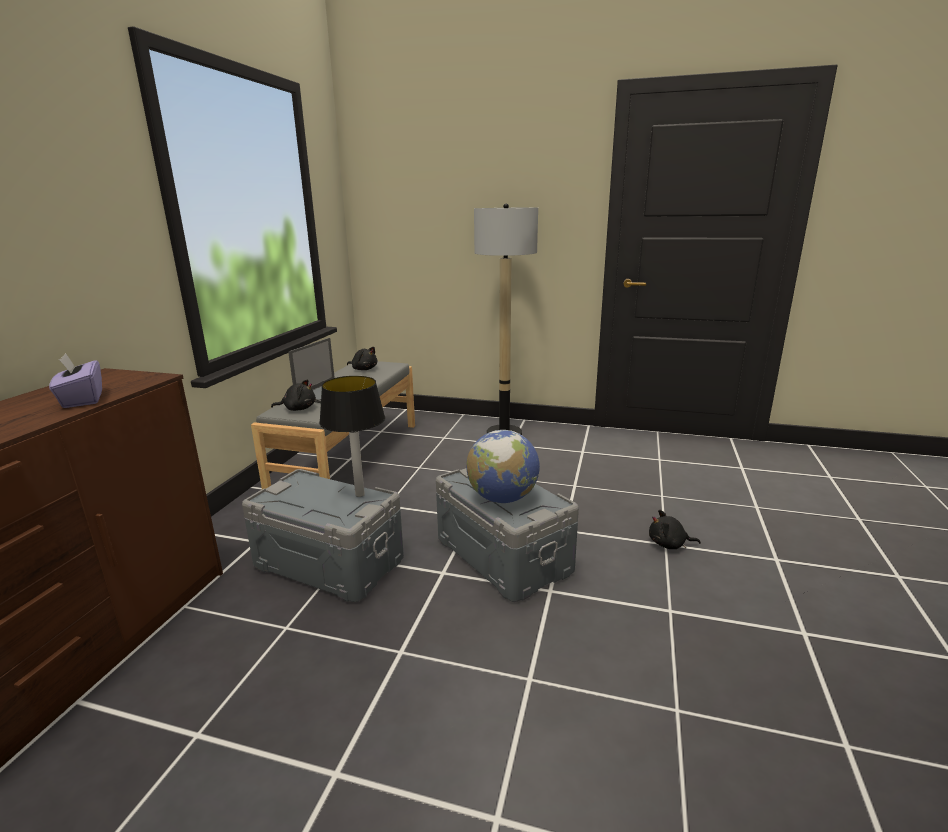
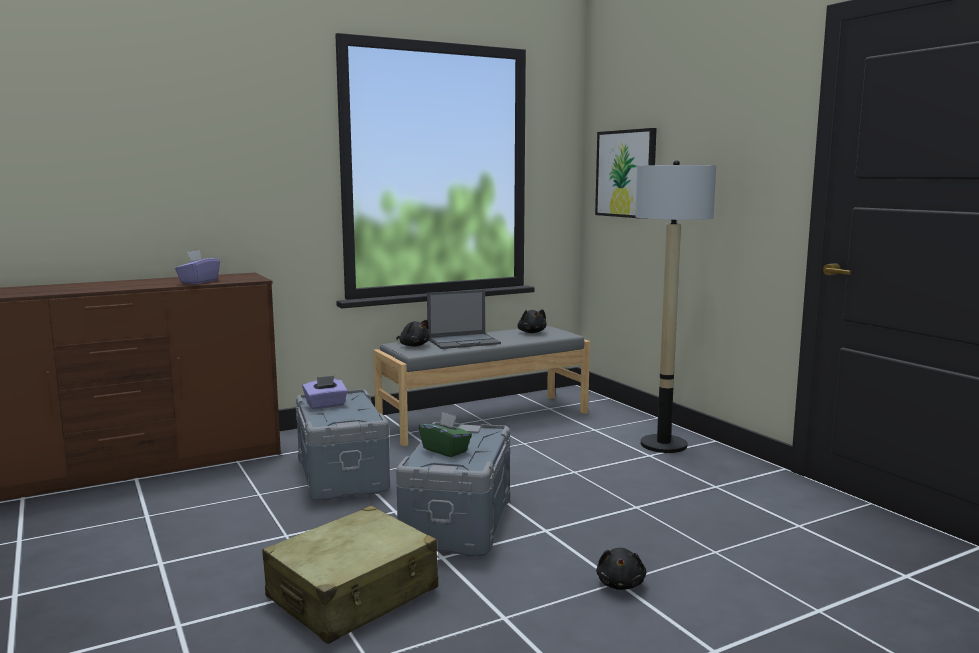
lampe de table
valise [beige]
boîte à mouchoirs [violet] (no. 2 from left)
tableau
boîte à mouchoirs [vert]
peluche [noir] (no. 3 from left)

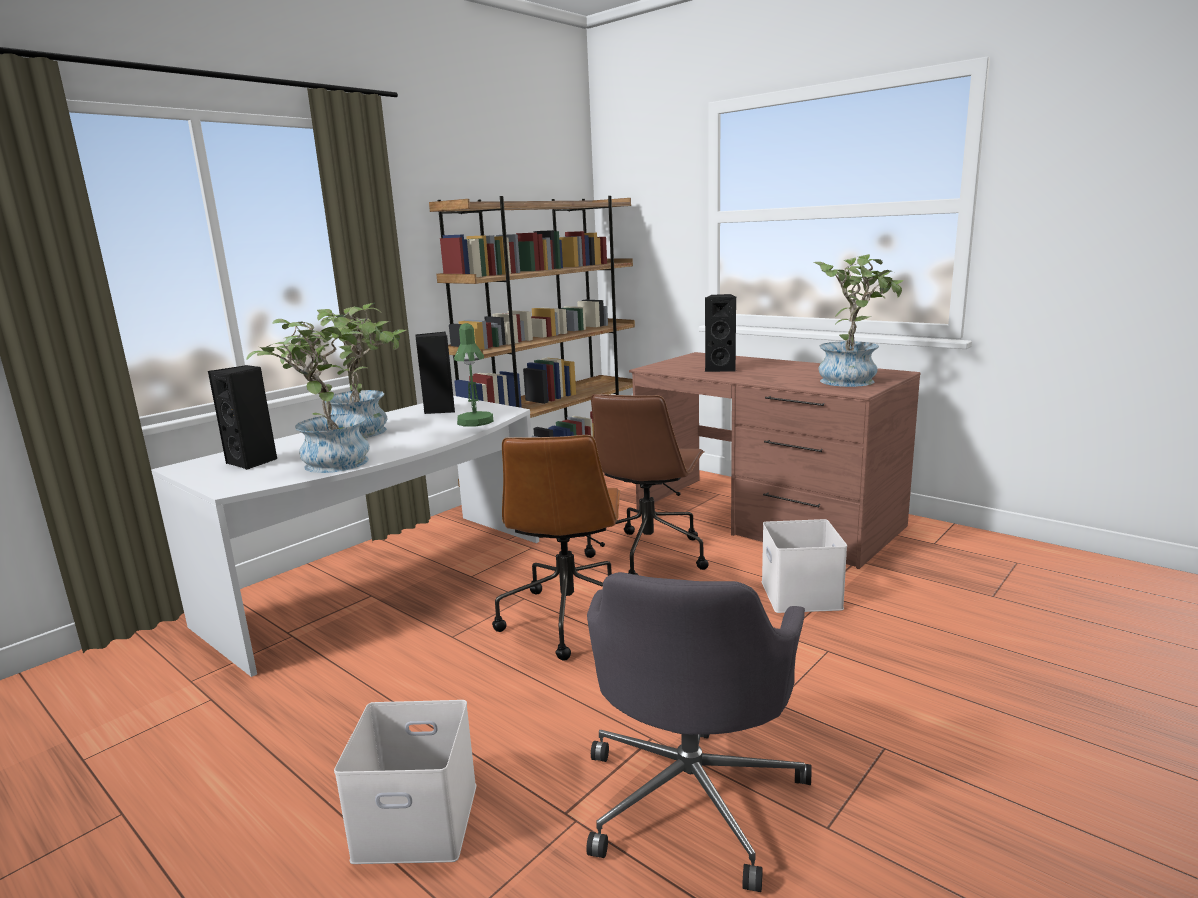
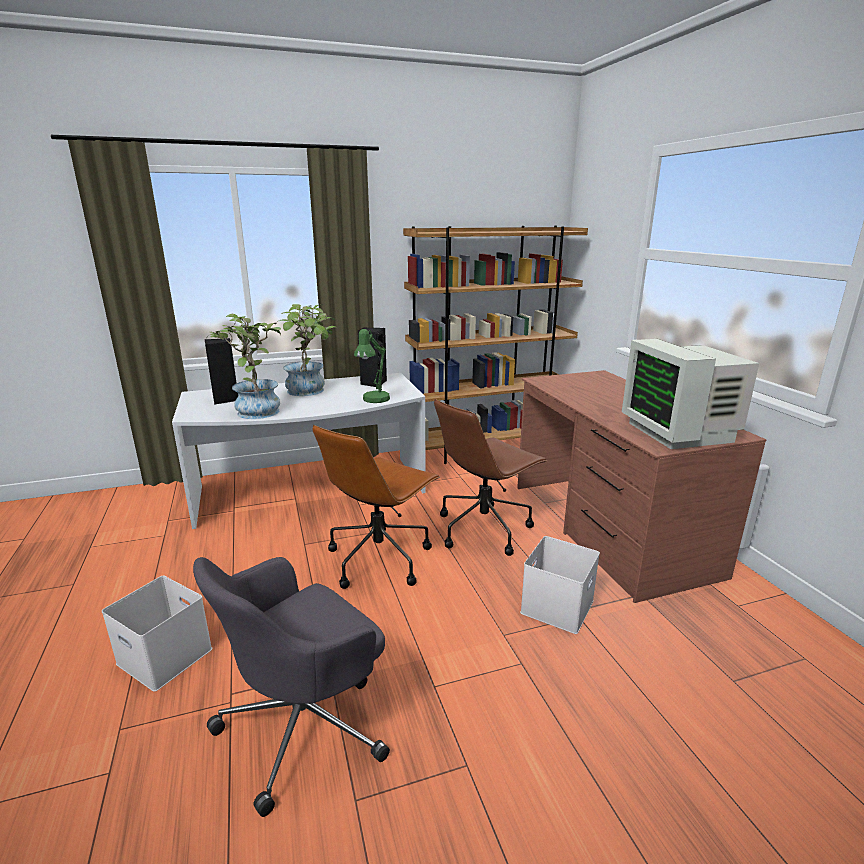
enceinte [noir] (no. 3 from left in the first image)
écran d'ordinateur

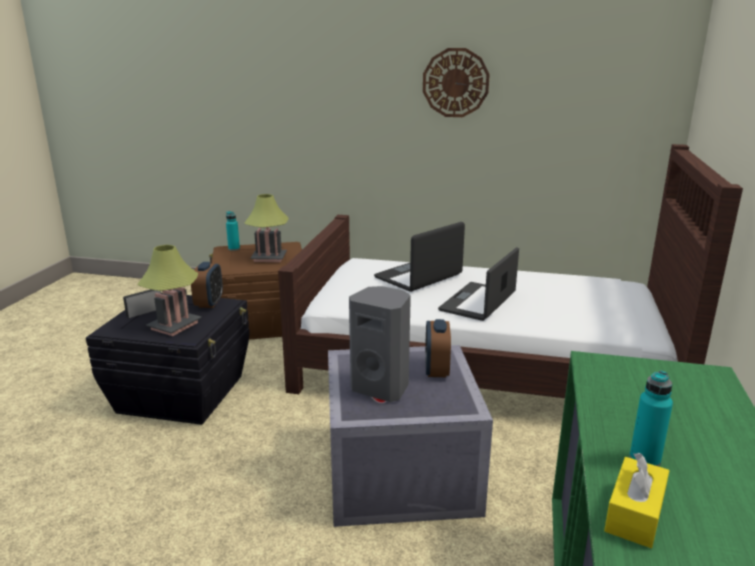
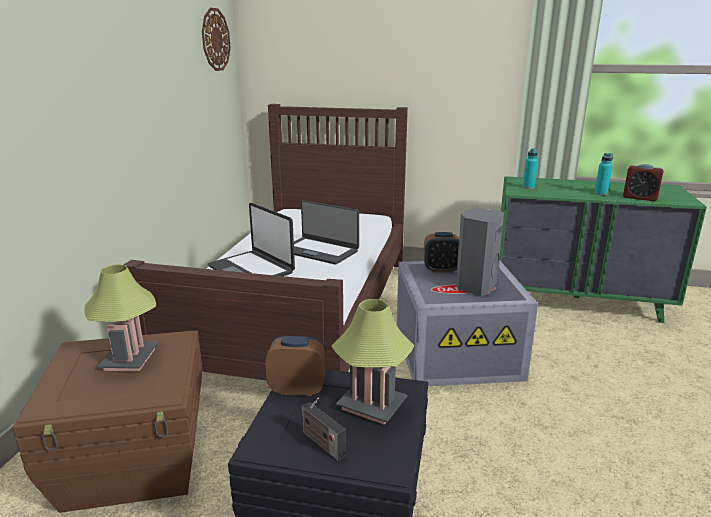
bouteille [turquoise] (no. 1 from left)
horloge murale
réveil (no. 3 from left)

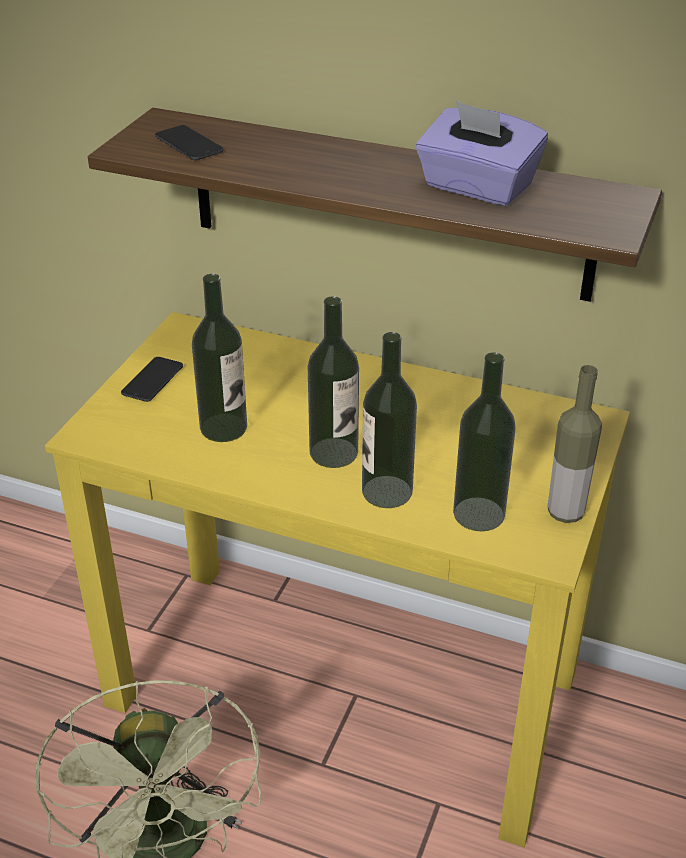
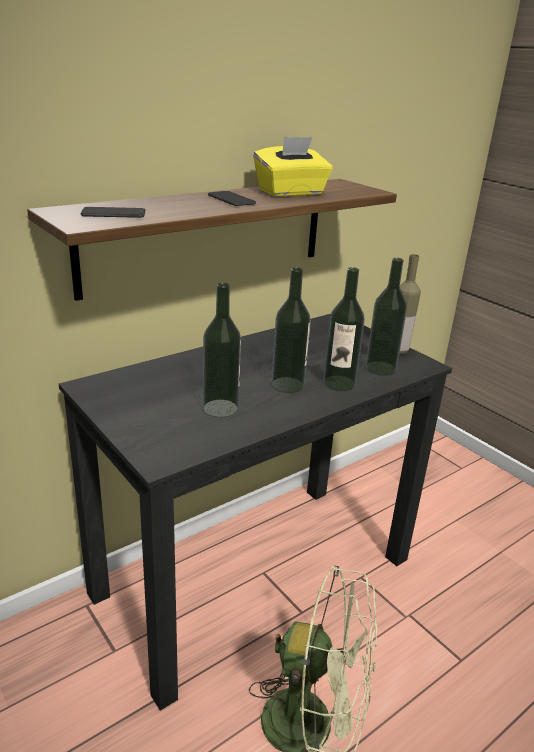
téléphone (no. 2 from left)
bureau [noir]
boîte à mouchoirs [jaune]

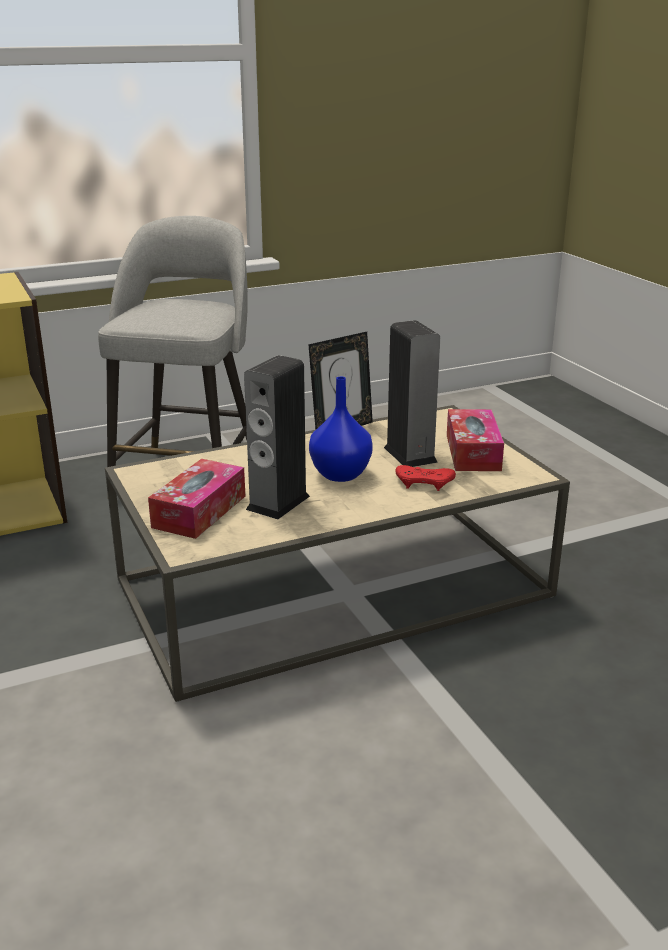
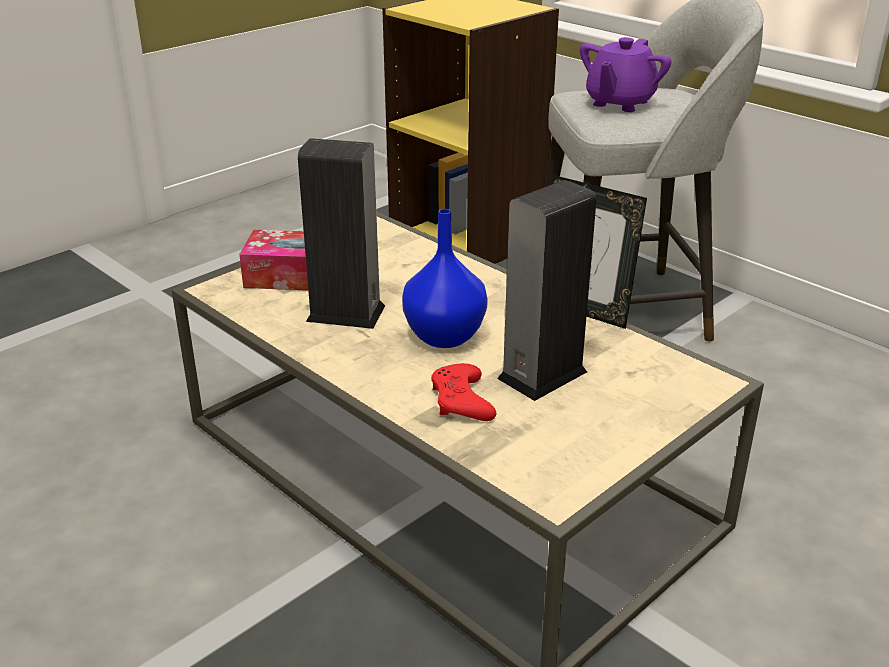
boîte à mouchoirs (no. 2 from left in the first image)
théière [violet]

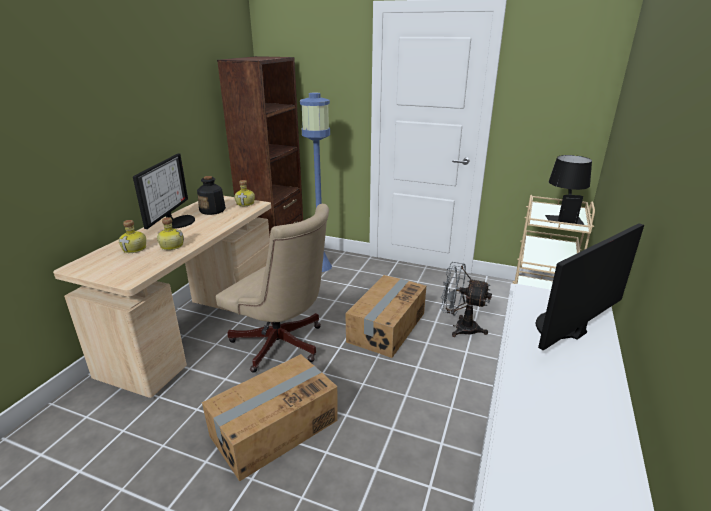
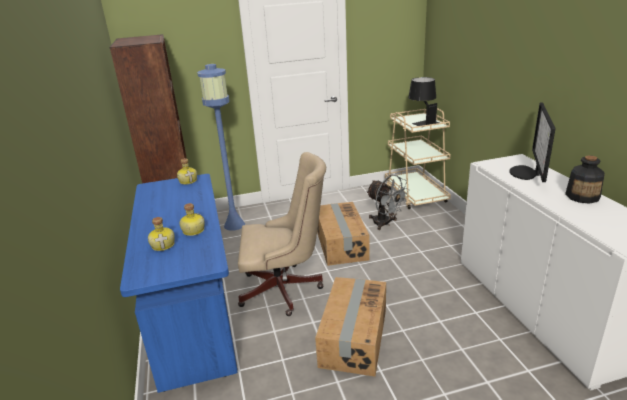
écran d'ordinateur (no. 1 from left in the first image)
bouteille (no. 4 from left)
bureau [bleu]
ventilateur [gris]

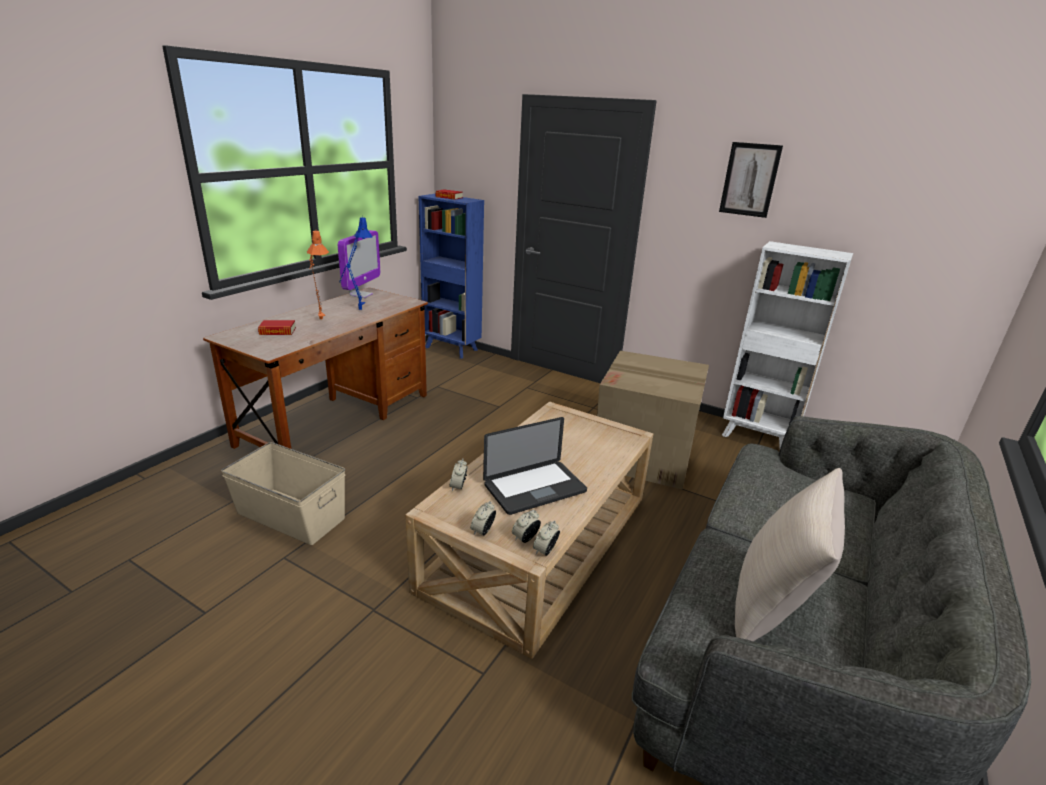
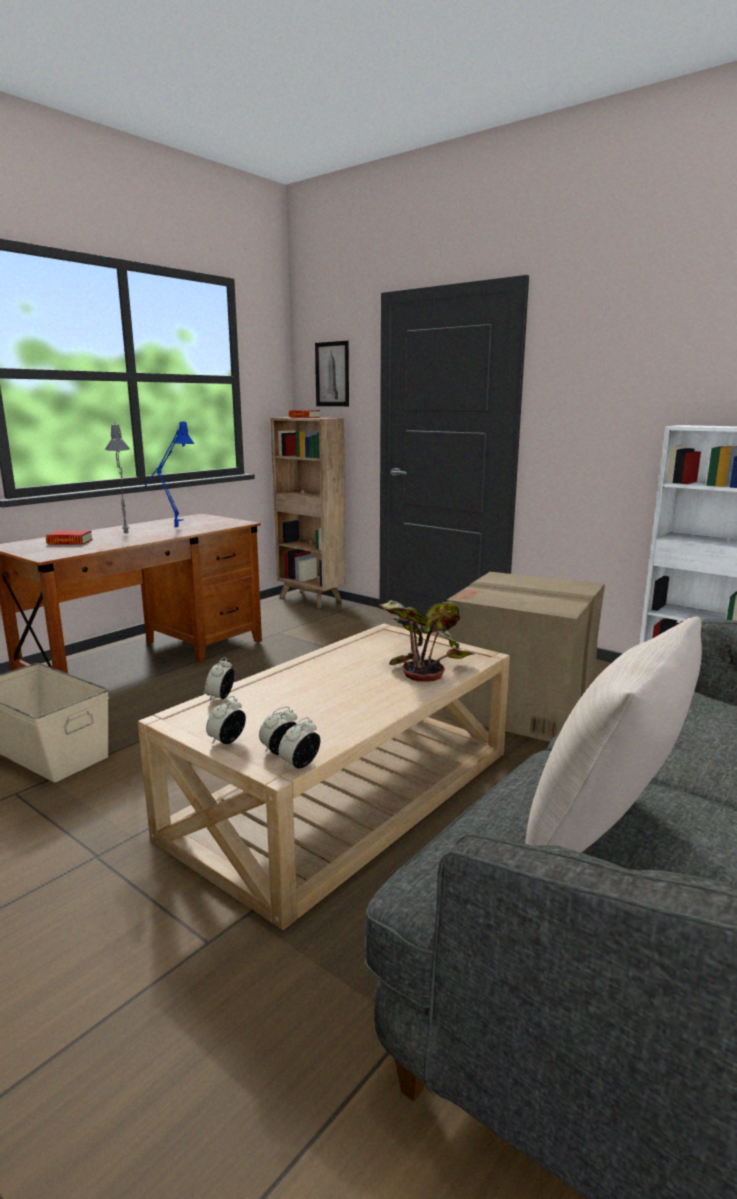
écran d'ordinateur
ordinateur portable
plante en pot
tableau
lampe de table [gris]
bibliothèque [marron]

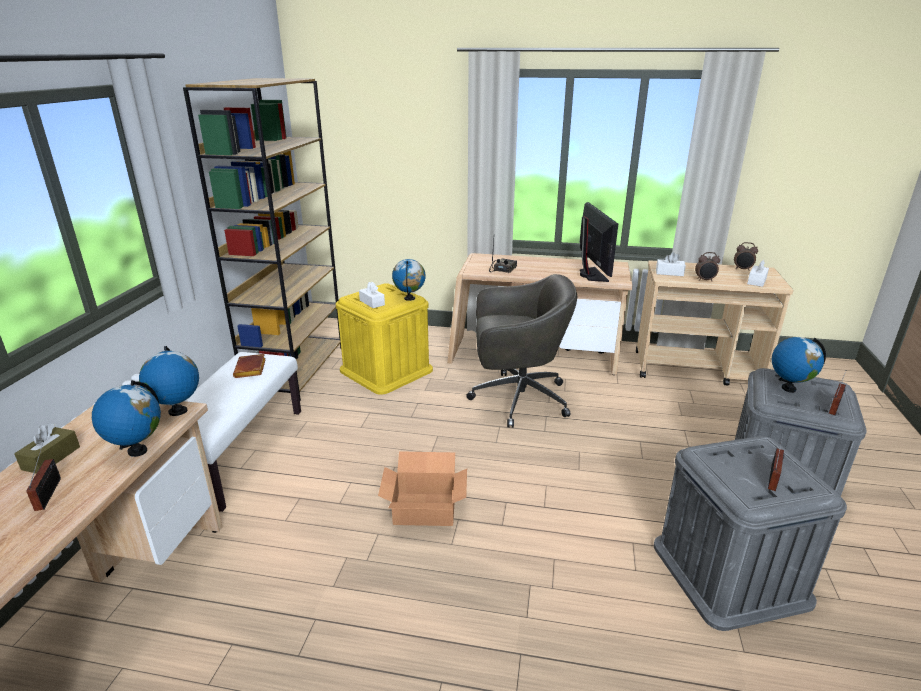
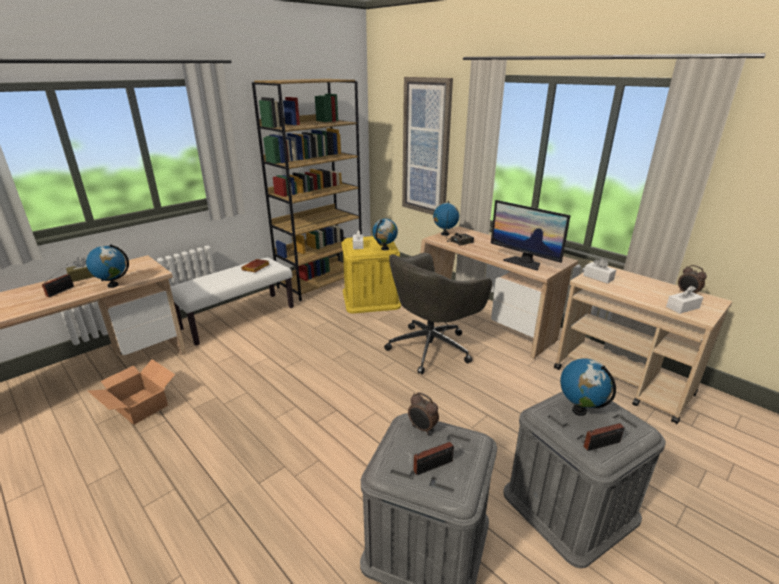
tableau
globe (no. 3 from left)
carton
réveil (no. 1 from left)
chaise de bureau [gris]
écran d'ordinateur

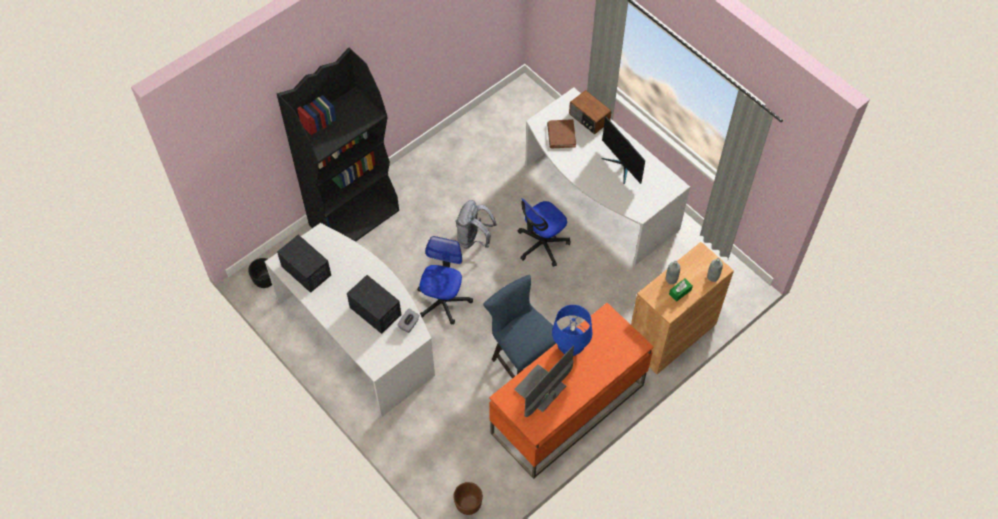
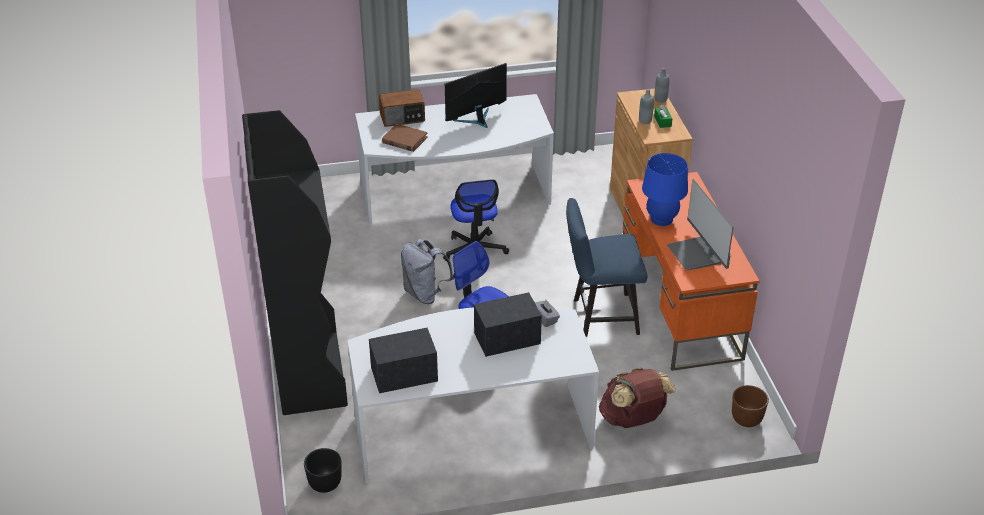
sac à dos [marron]
écran d'ordinateur (no. 1 from left)

